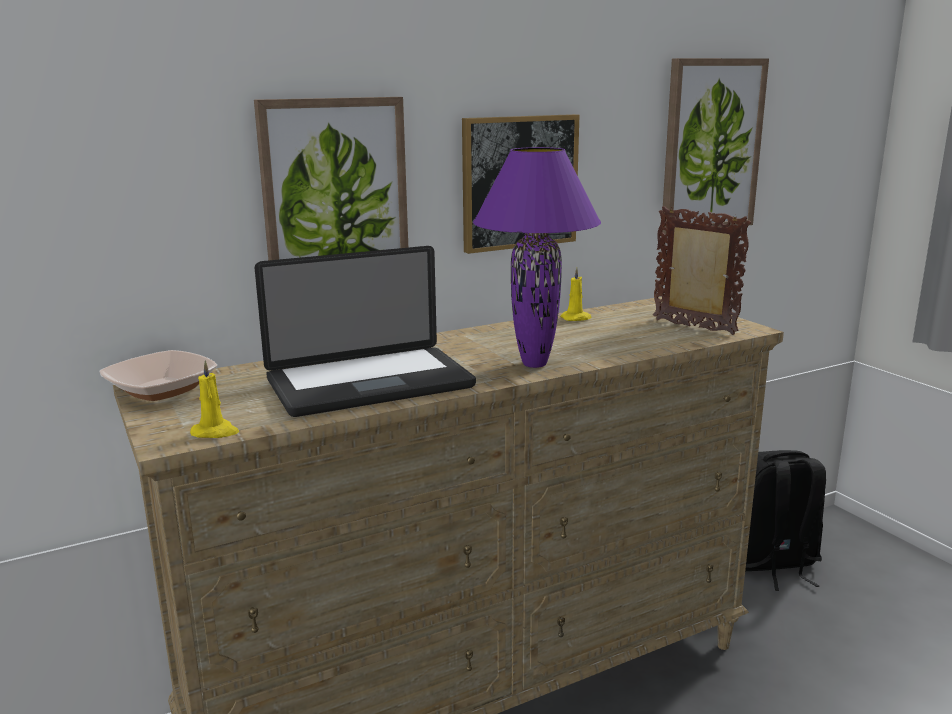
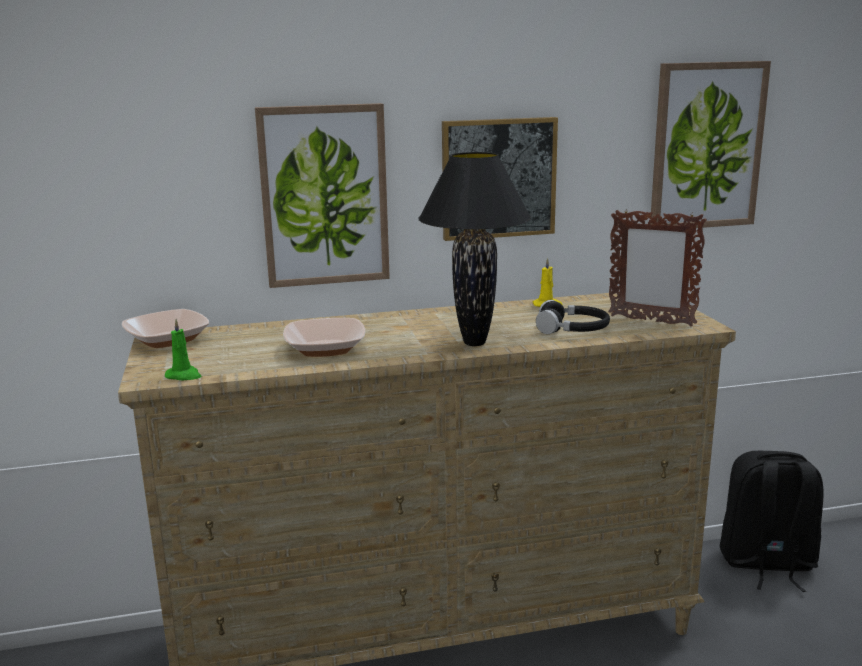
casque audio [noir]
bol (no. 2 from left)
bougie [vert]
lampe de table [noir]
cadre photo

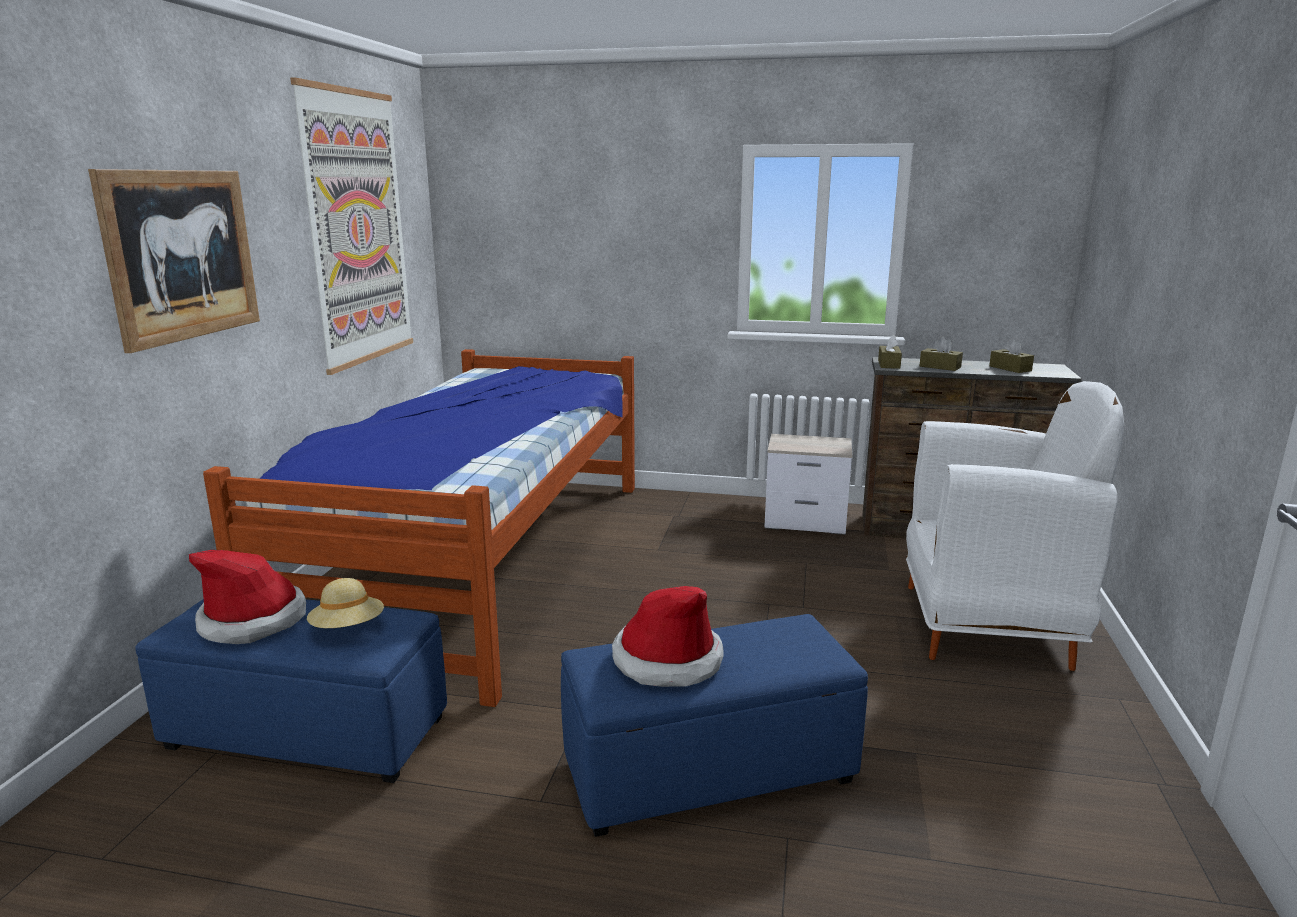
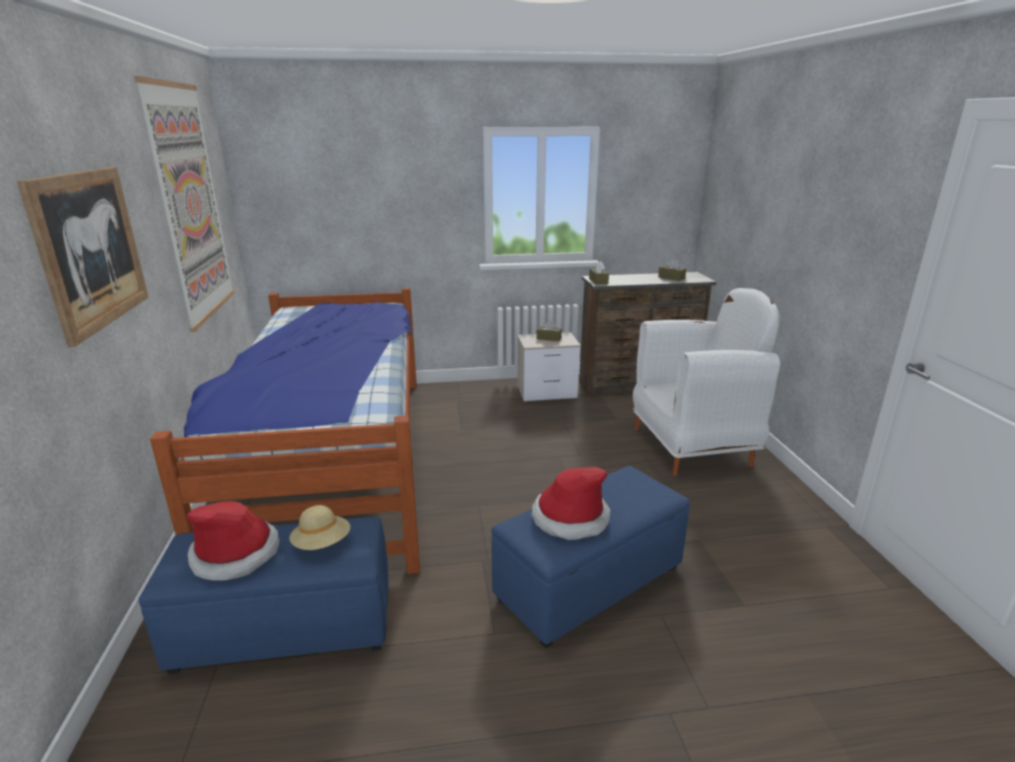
boîte à mouchoirs [marron] (no. 1 from left)

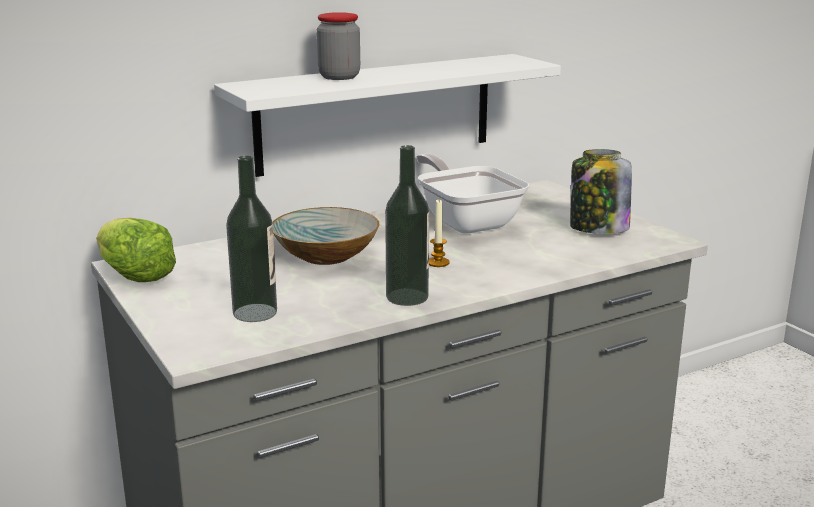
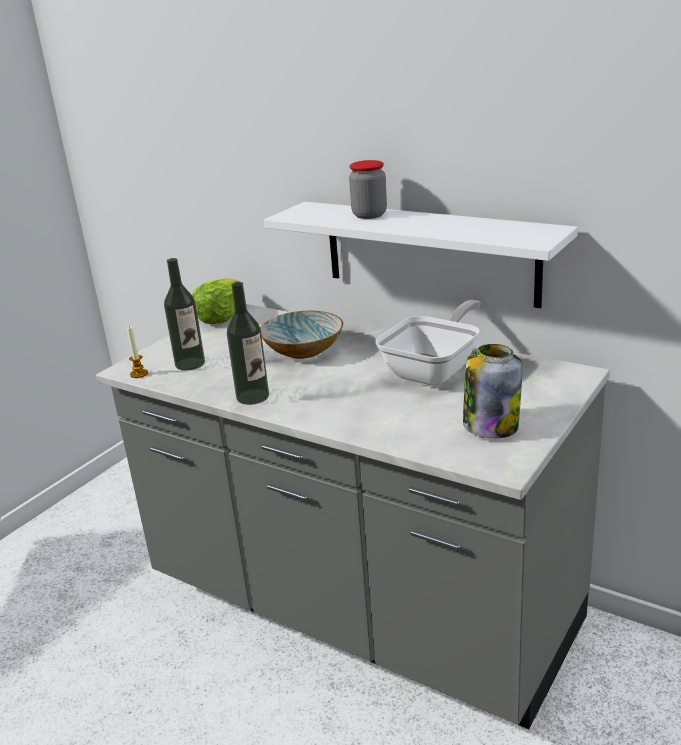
bougie

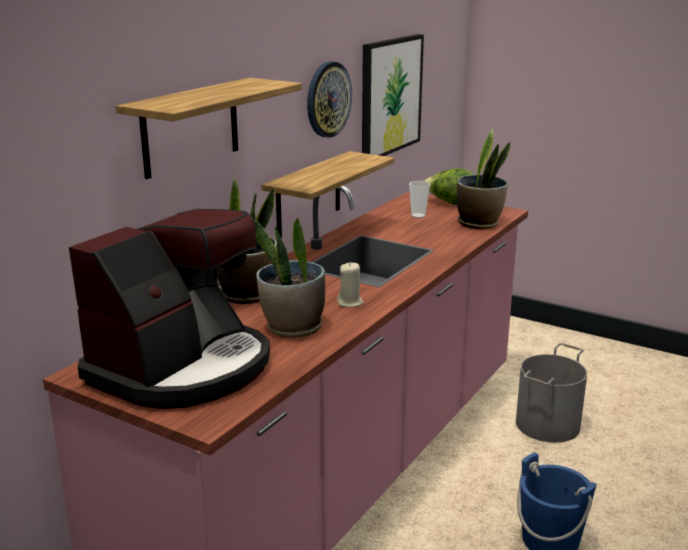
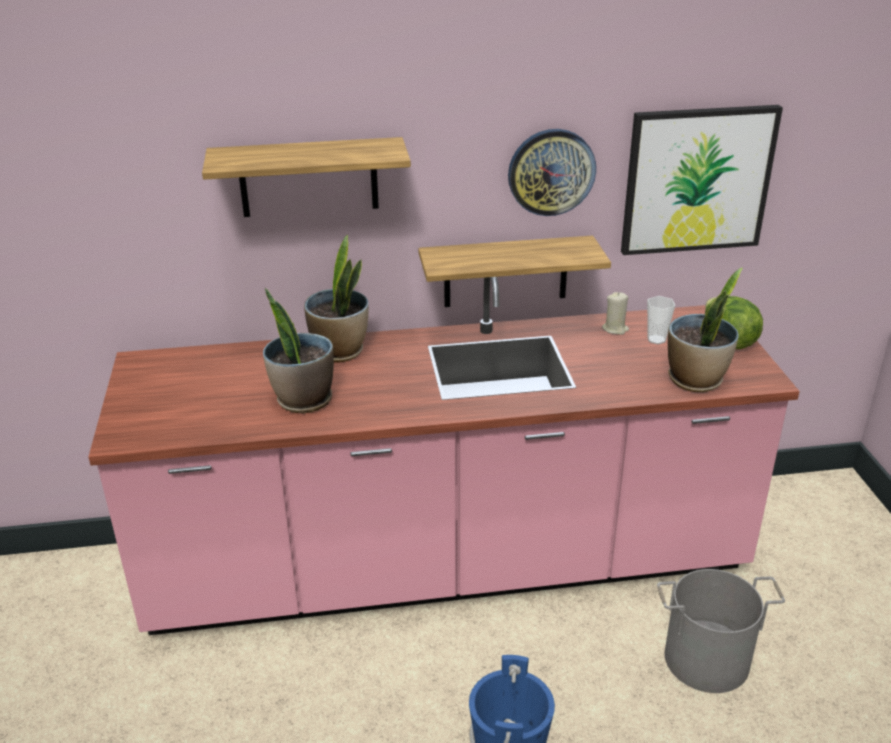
machine à café
bougie [beige]

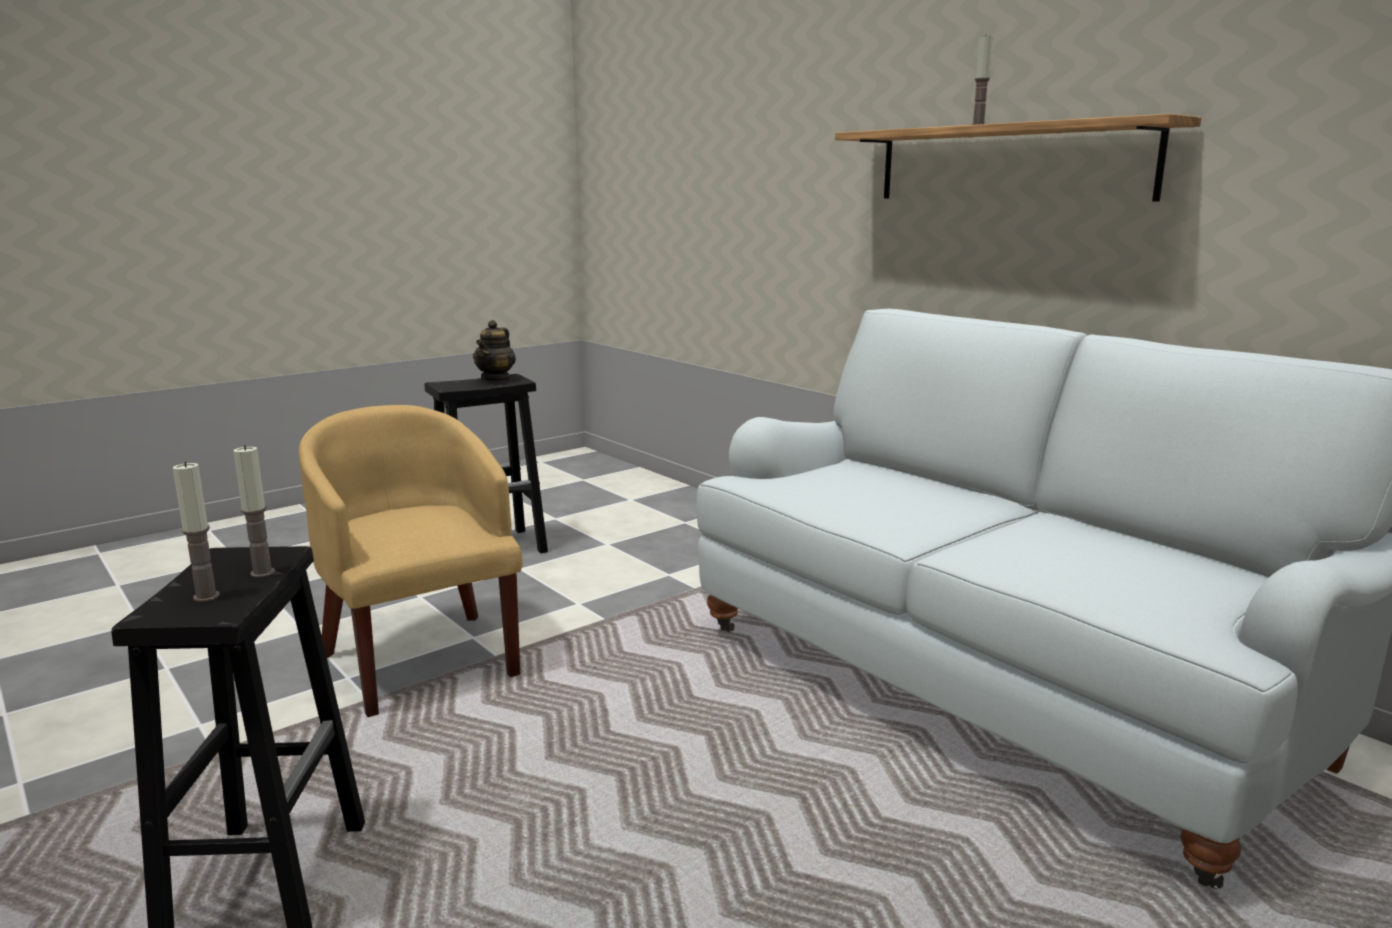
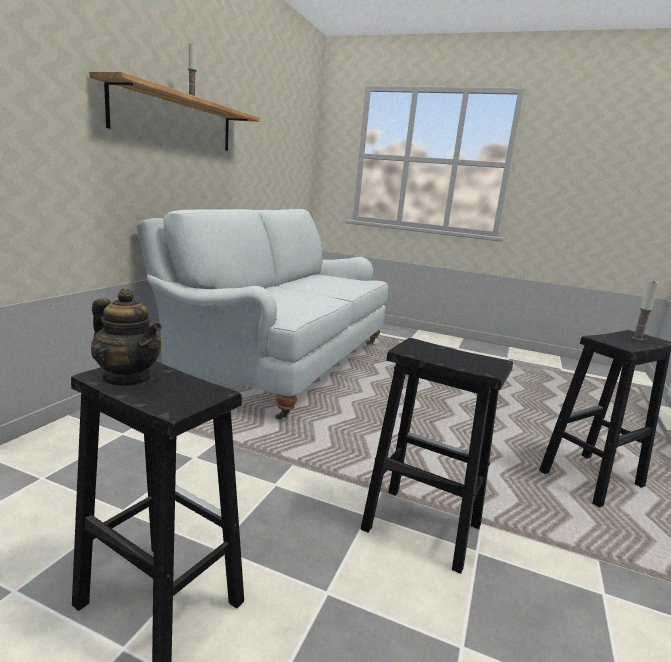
bougie (no. 2 from left in the first image)
tabouret [noir] (no. 2 from left)
théière

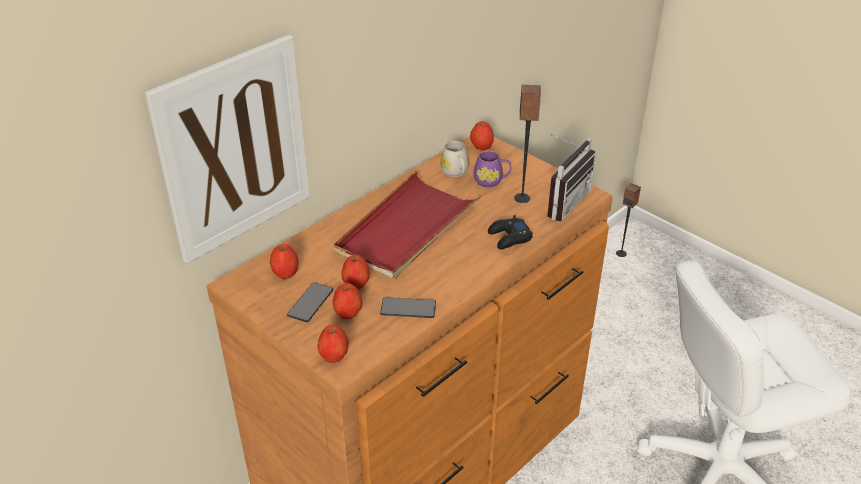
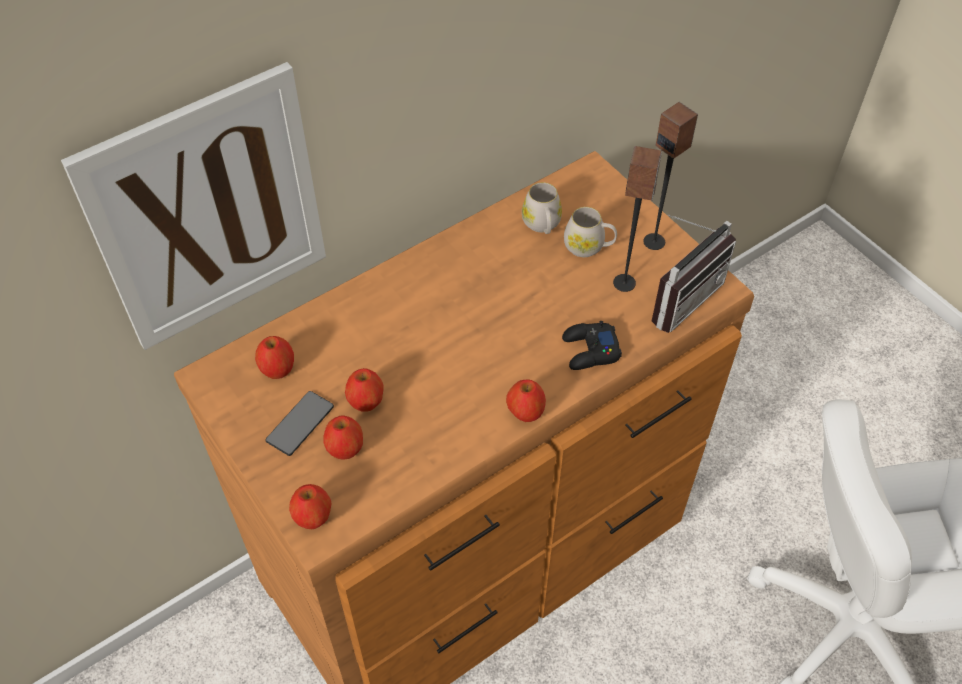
plateau [rouge]
téléphone (no. 2 from left in the first image)
pomme (no. 5 from left)
enceinte (no. 2 from left)
mug [blanc] (no. 2 from left)

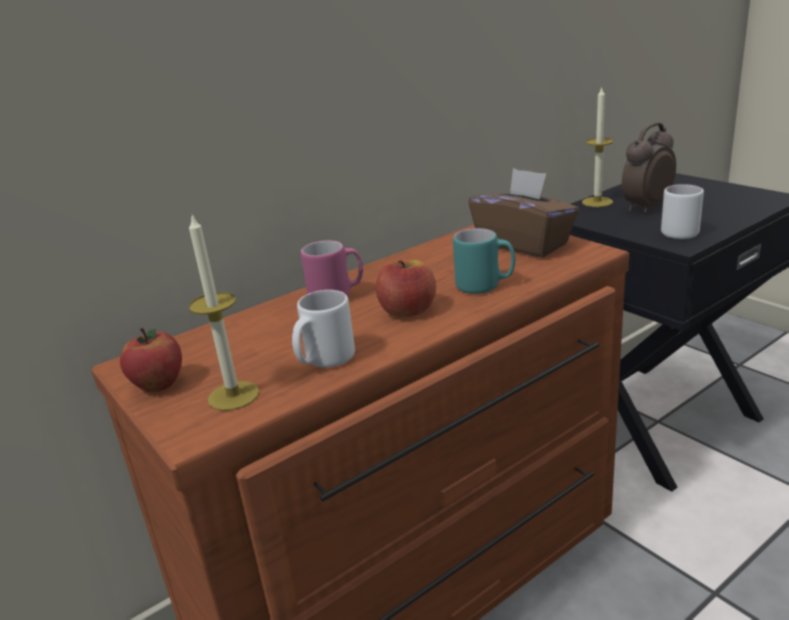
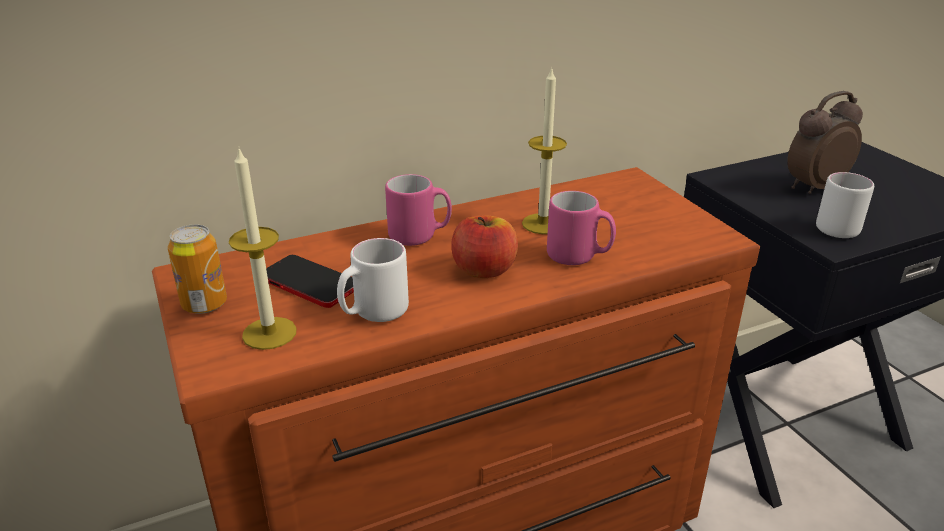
boîte à mouchoirs [marron]
téléphone
bougie (no. 2 from left)
boîte métallique
mug [rose] (no. 2 from left)

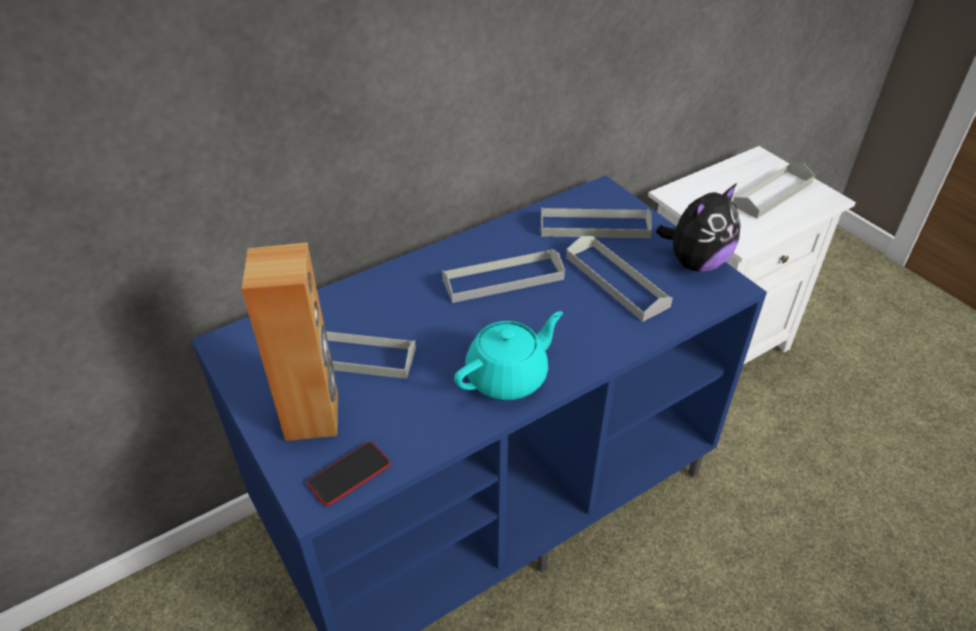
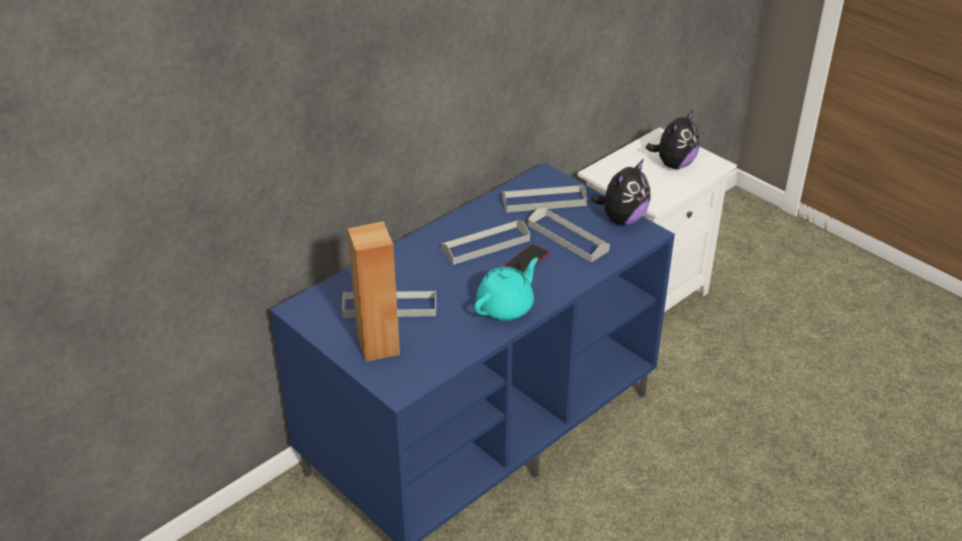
téléphone
peluche (no. 2 from left)

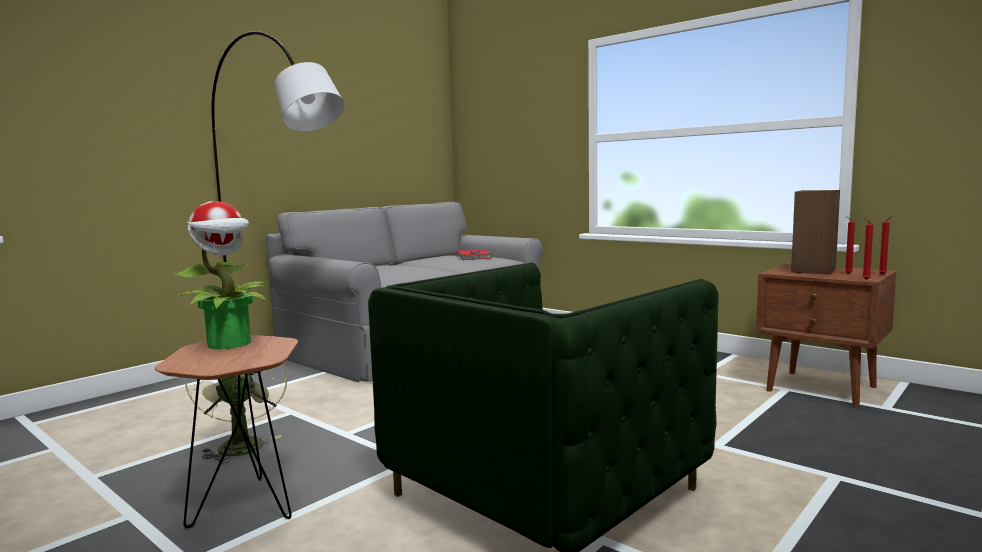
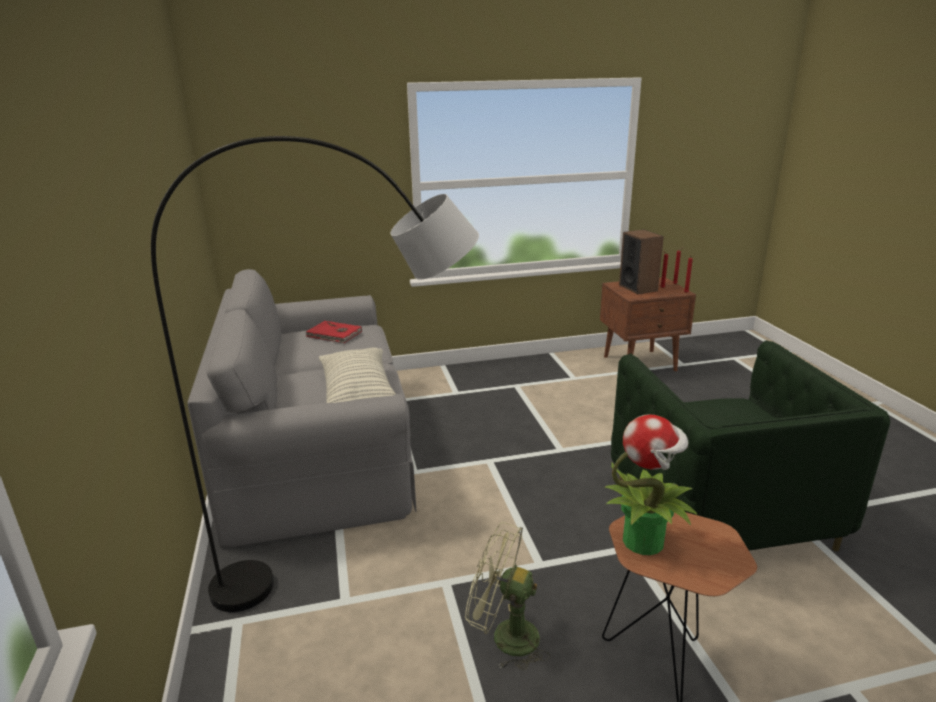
coussin

